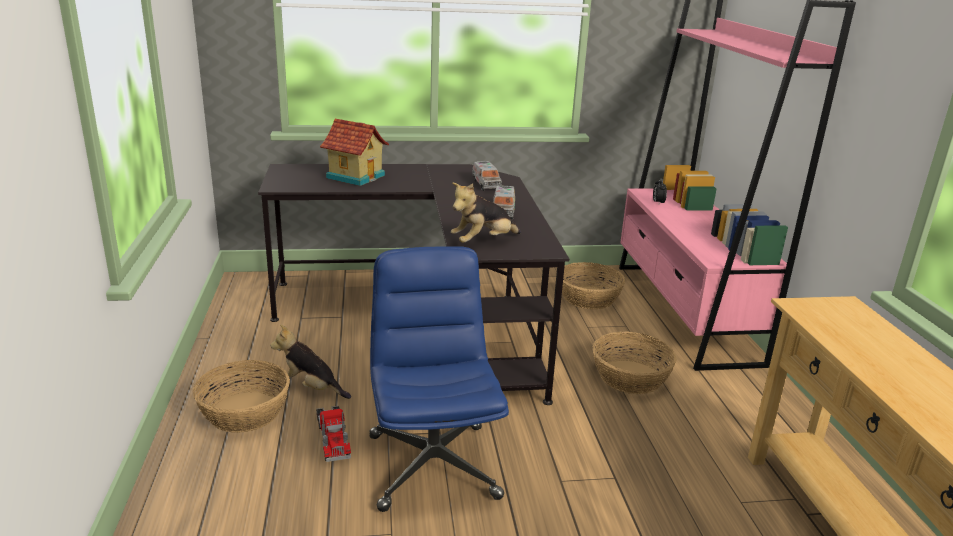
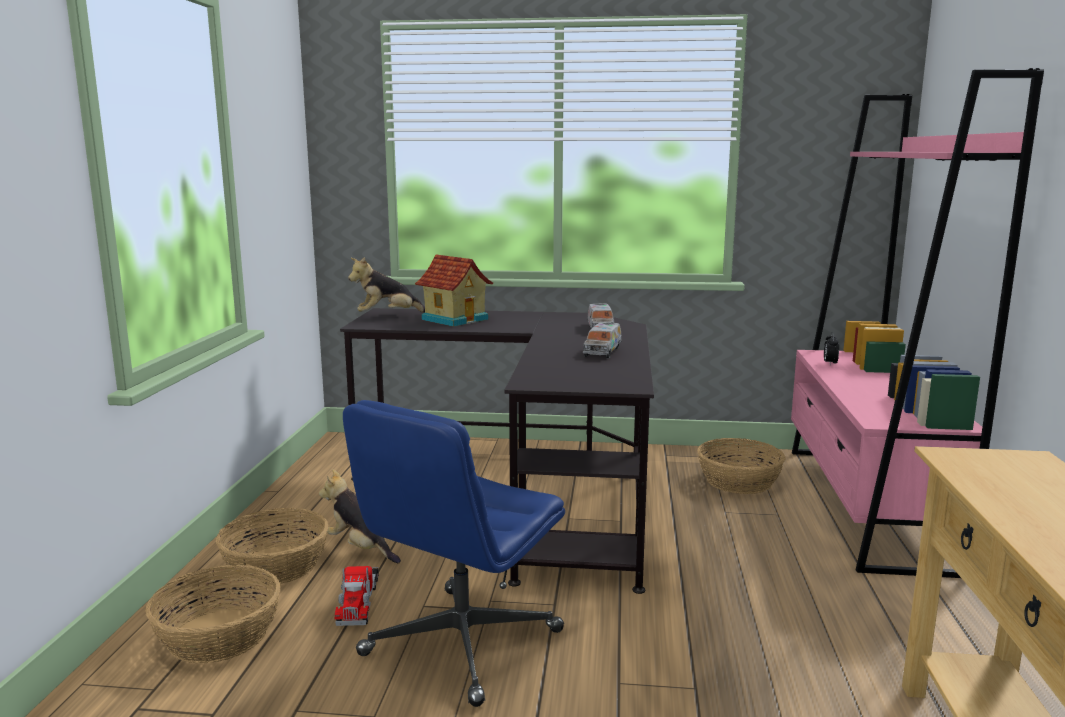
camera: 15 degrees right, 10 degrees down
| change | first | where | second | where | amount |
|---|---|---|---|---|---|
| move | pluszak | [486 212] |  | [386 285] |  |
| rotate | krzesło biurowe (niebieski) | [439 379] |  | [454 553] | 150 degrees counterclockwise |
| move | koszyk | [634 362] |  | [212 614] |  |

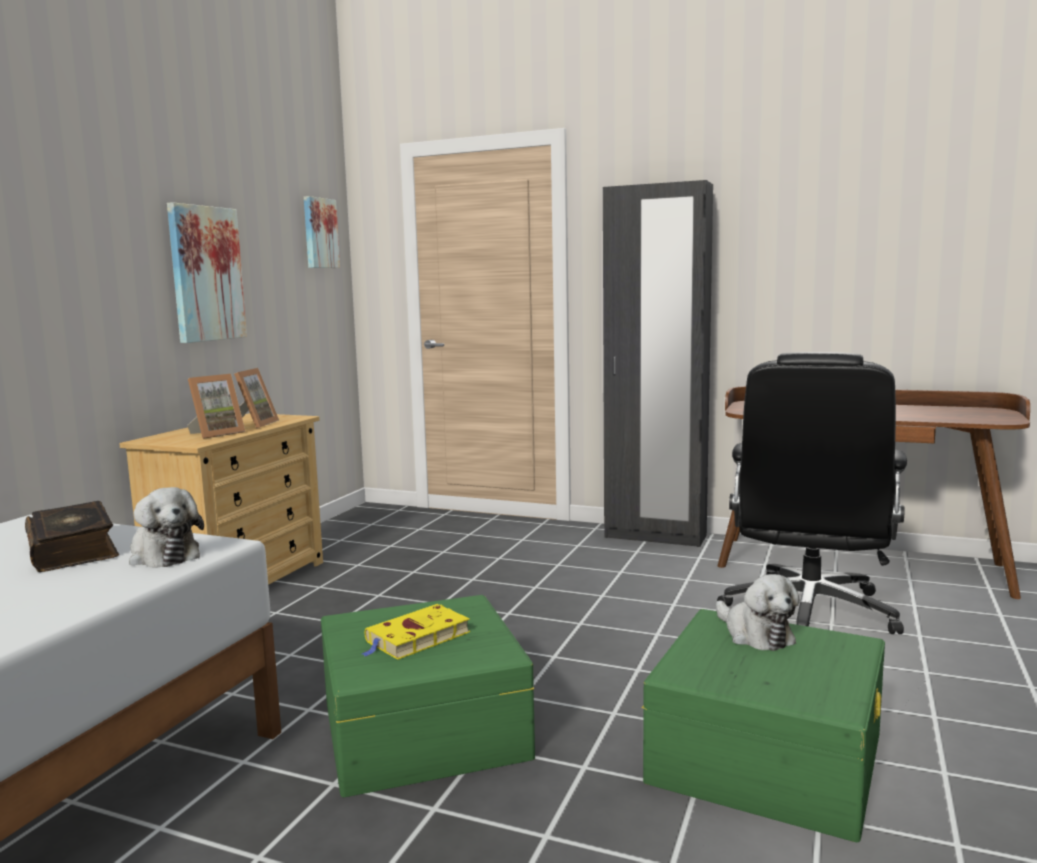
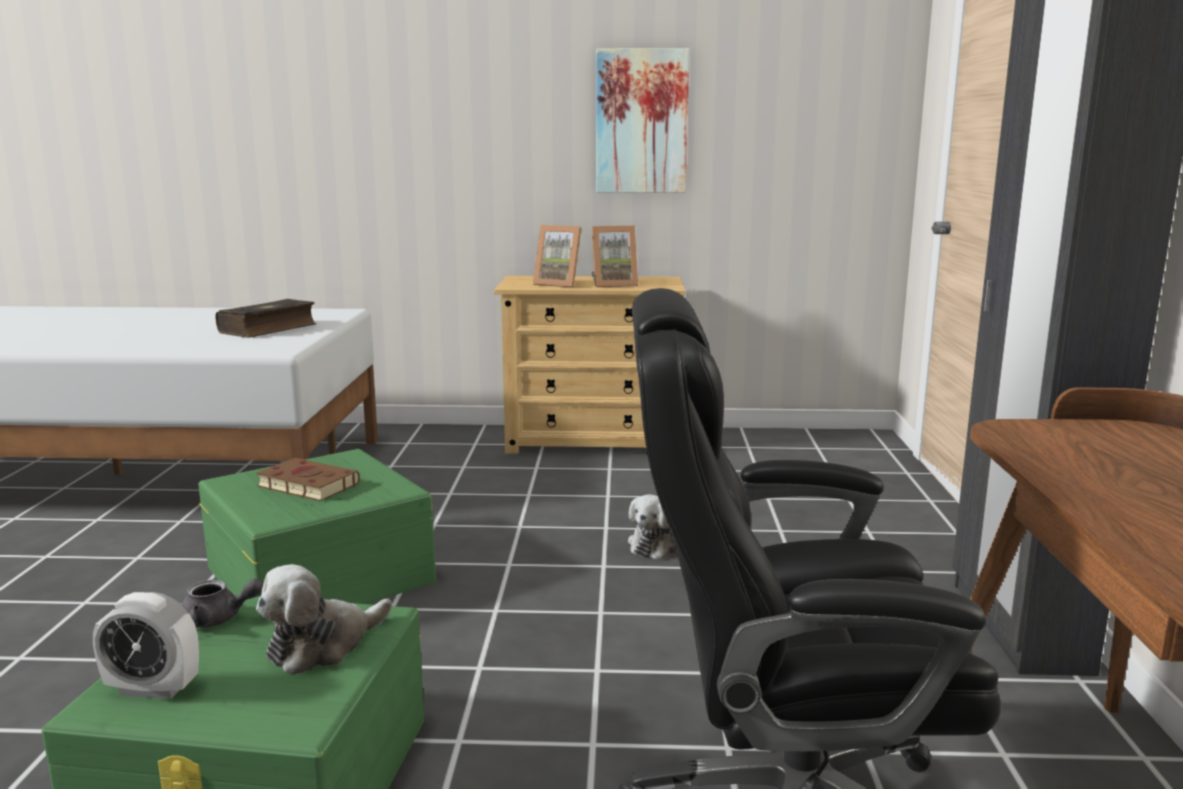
camera: 70 degrees right, 5 degrees up
| change | first | where | second | where | amount |
|---|---|---|---|---|---|
| delete | obraz | [322 232] |  |  |  |
| move | pluszak | [166 527] |  | [652 527] |  |
| recolor | książka (żółty) | [416 632] | książka (brązowy) | [308 479] |  |
| insert |  |  | imbryk (szary) | [222 603] |  |
| insert |  |  | budzik | [146 645] |  |

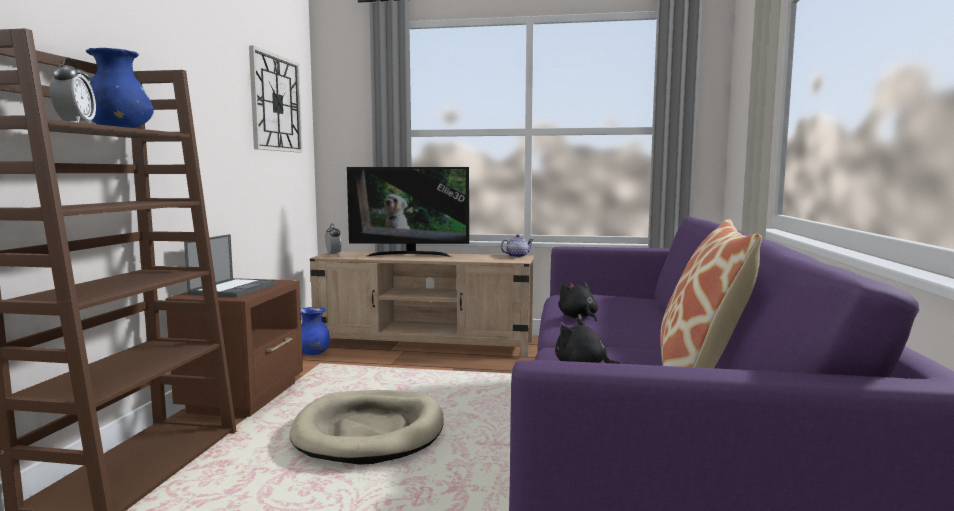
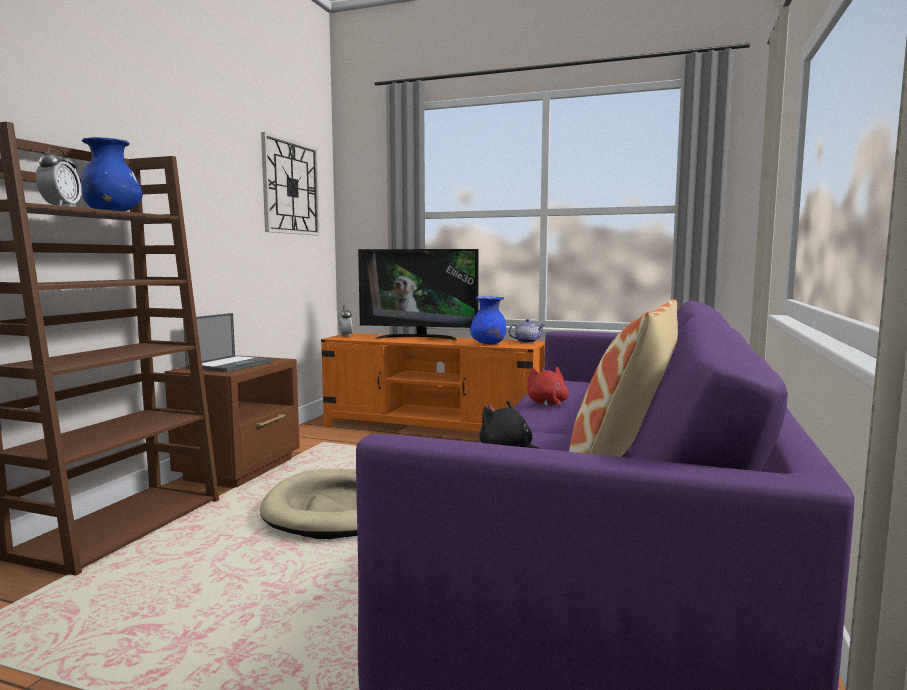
camera: 10 degrees right, 0 degrees up
| change | first | where | second | where | amount |
|---|---|---|---|---|---|
| recolor | szafka pod telewizor (beżowy) | [422 304] | szafka pod telewizor (pomarańczowy) | [433 382] |  |
| recolor | pluszak (czarny) | [578 301] | pluszak (czerwony) | [548 387] |  |
| move | wazon (niebieski) | [315 331] |  | [488 320] |  |

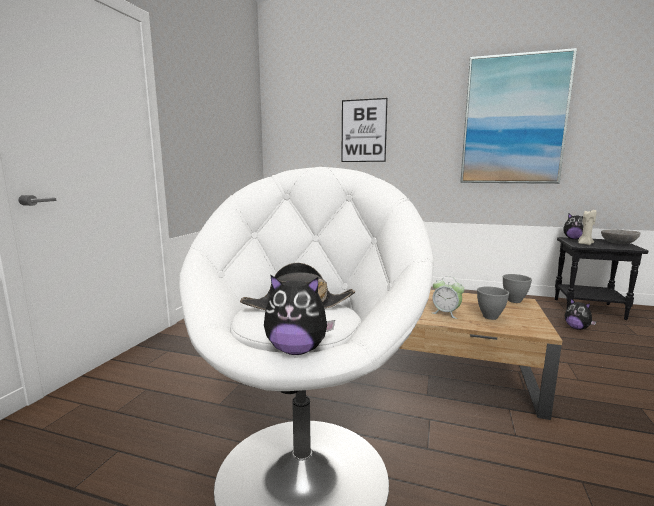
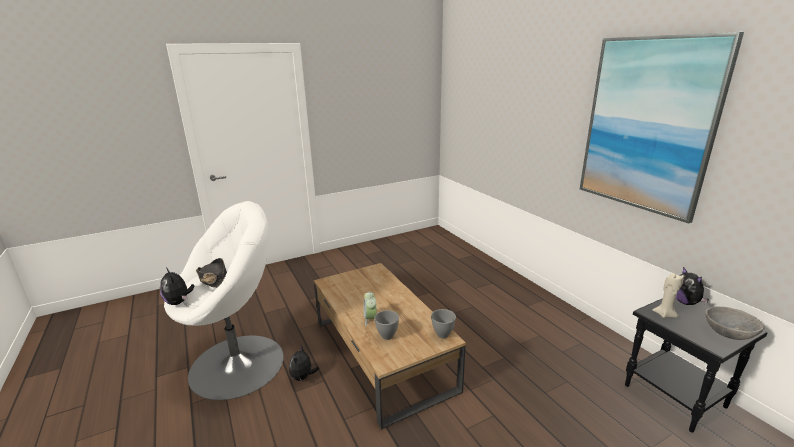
camera: 45 degrees right, 10 degrees up
| change | first | where | second | where | amount |
|---|---|---|---|---|---|
| delete | obraz | [364 130] |  |  |  |
| move | pluszak | [581 314] |  | [304 363] |  |

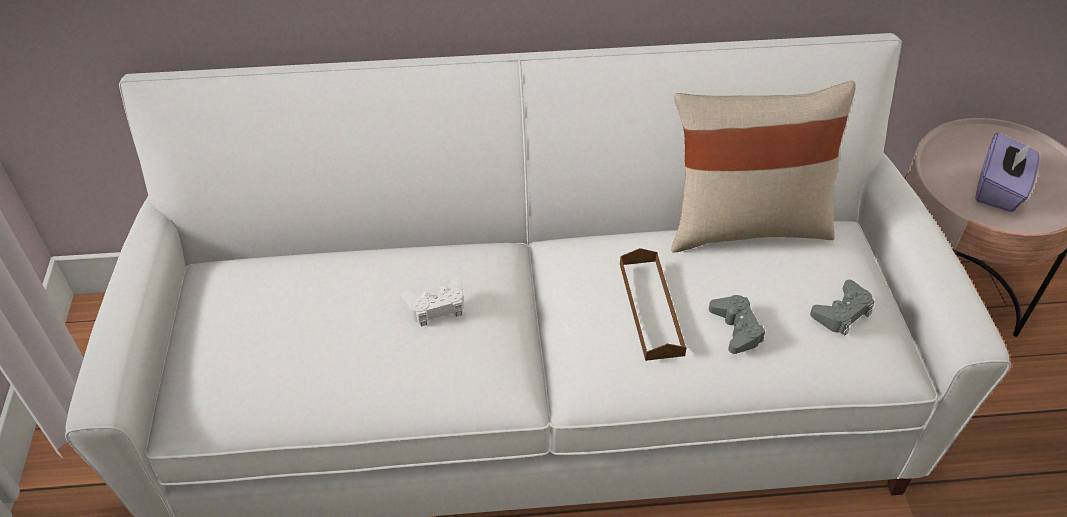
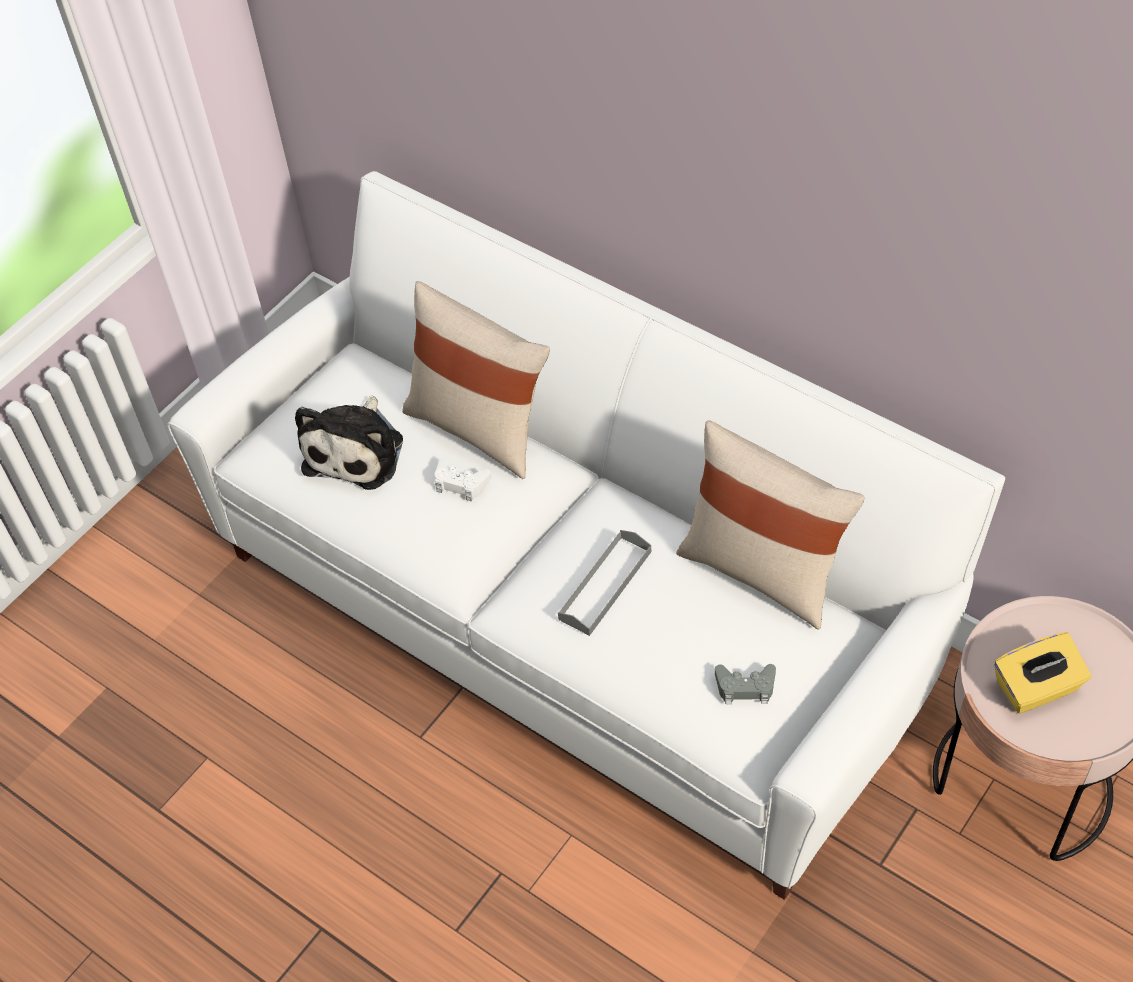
camera: 45 degrees right, 5 degrees up
| change | first | where | second | where | amount |
|---|---|---|---|---|---|
| recolor | pudełko chusteczek (fioletowy) | [1007 172] | pudełko chusteczek (żółty) | [1042 672] |  |
| recolor | taca (brązowy) | [653 304] | taca (szary) | [604 583] |  |
| delete | pad do gier (szary) | [737 324] |  |  |  |
| insert |  |  | poduszka (beżowy) | [476 380] |  |
| insert |  |  | pluszak | [349 443] |  |

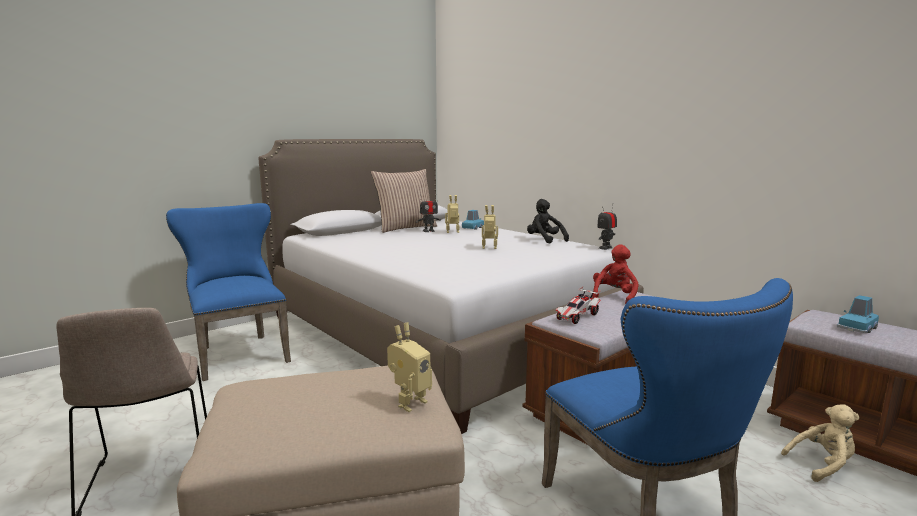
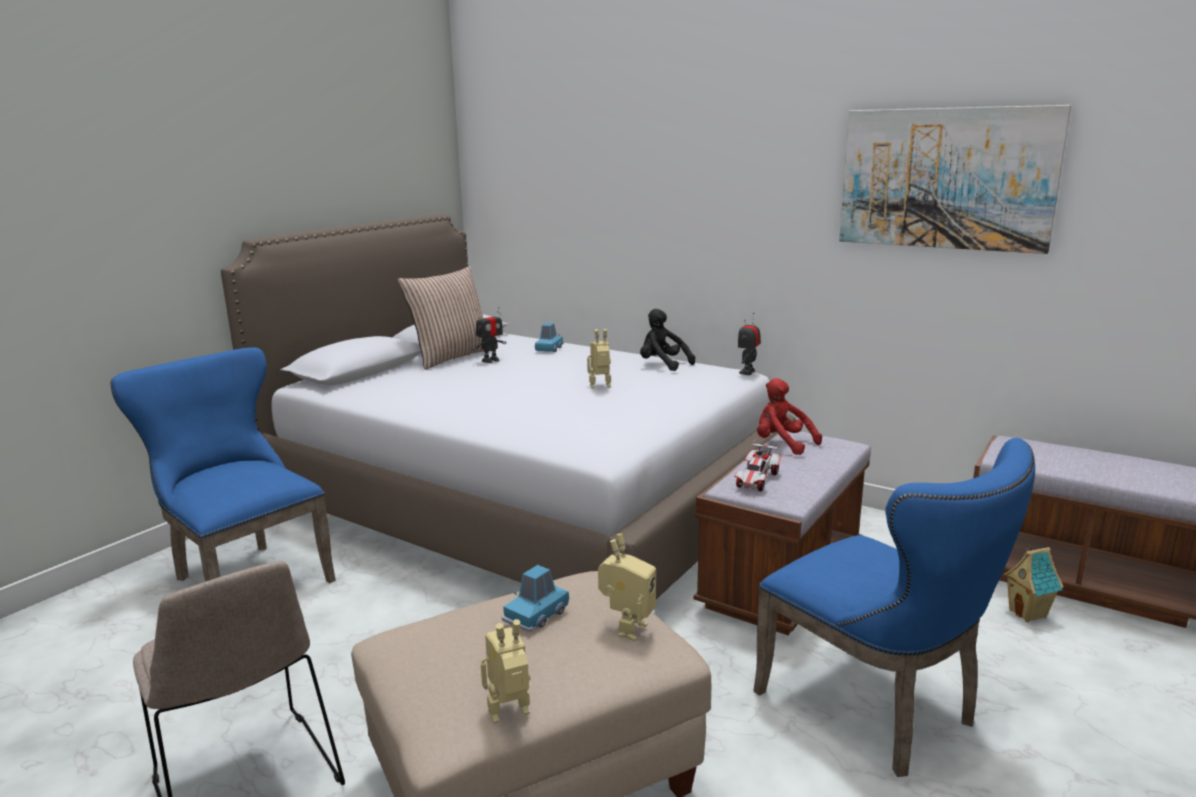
camera: 15 degrees left, 5 degrees up
| change | first | where | second | where | amount |
|---|---|---|---|---|---|
| move | robot zabawkowy | [452 214] |  | [505 671] |  |
| rotate | pluszak (czerwony) | [615 274] |  | [789 416] | 60 degrees counterclockwise |
| move | samochodzik (niebieski) | [858 314] |  | [535 598] |  |
| replace | pluszak (beżowy) | [820 443] | domek | [1033 584] |  |
| insert |  |  | obraz | [955 179] |  |

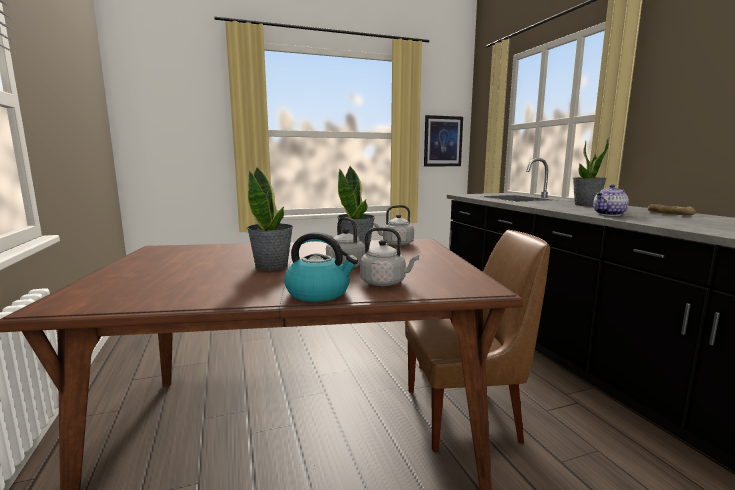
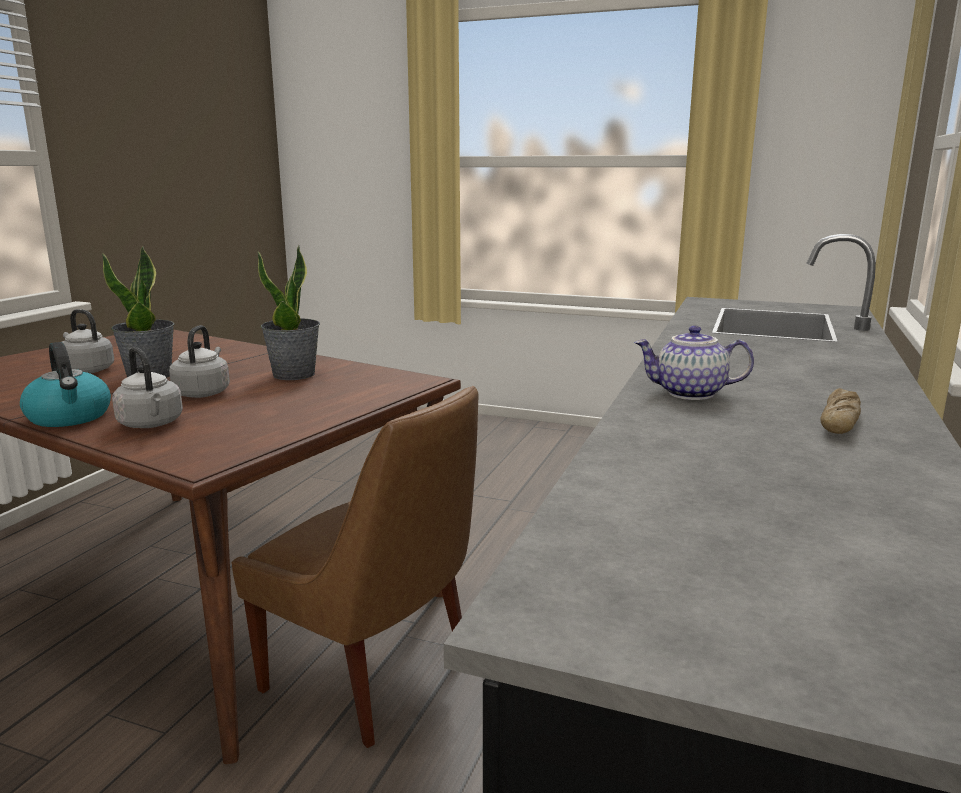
camera: 40 degrees right, 5 degrees up
| change | first | where | second | where | amount |
|---|---|---|---|---|---|
| delete | obraz | [443 140] |  |  |  |
| delete | roślina doniczkowa | [591 171] |  |  |  |
| move | czajnik (szary) | [394 225] |  | [88 341] |  |

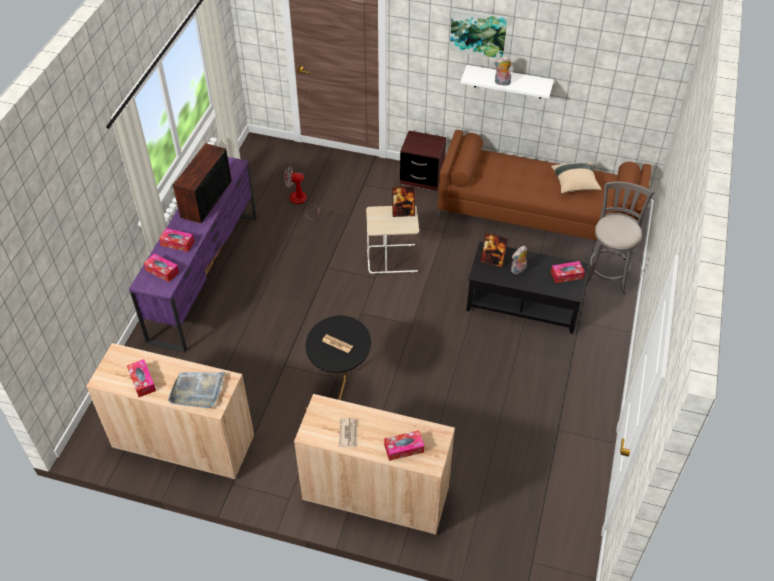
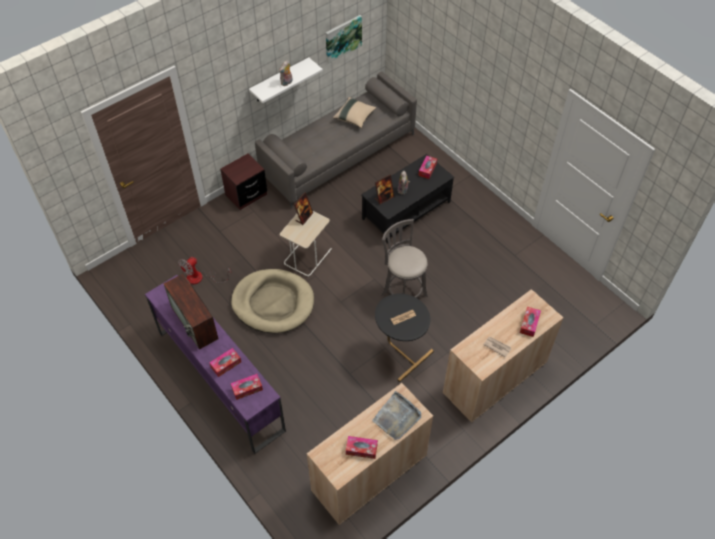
camera: 55 degrees left, 5 degrees up
| change | first | where | second | where | amount |
|---|---|---|---|---|---|
| move | obraz | [479 33] |  | [344 39] |  |
| recolor | kanapa (brązowy) | [545 191] | kanapa (szary) | [336 140] |  |
| move | stołek (szary) | [618 238] |  | [405 258] |  |
| insert |  |  | legowisko (beżowy) | [272 301] |  |

